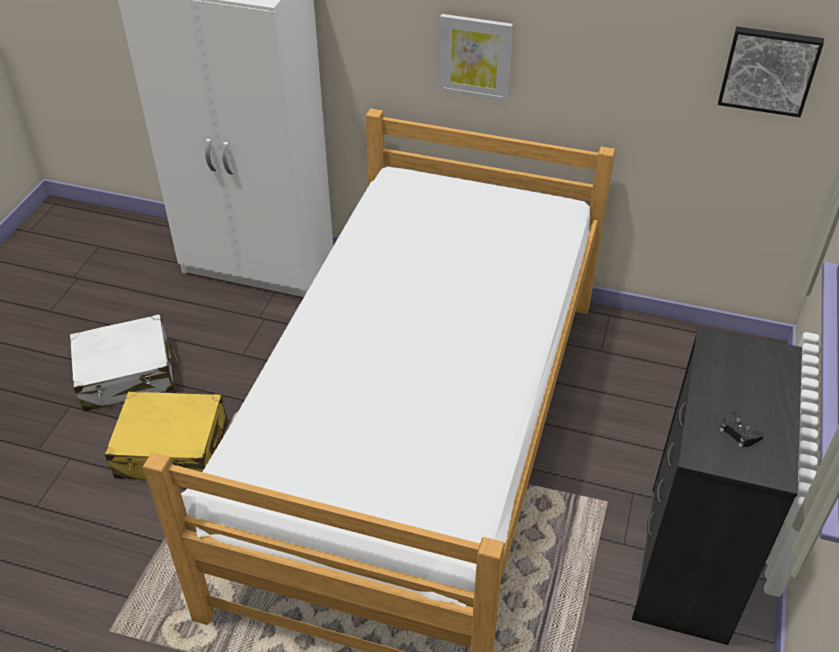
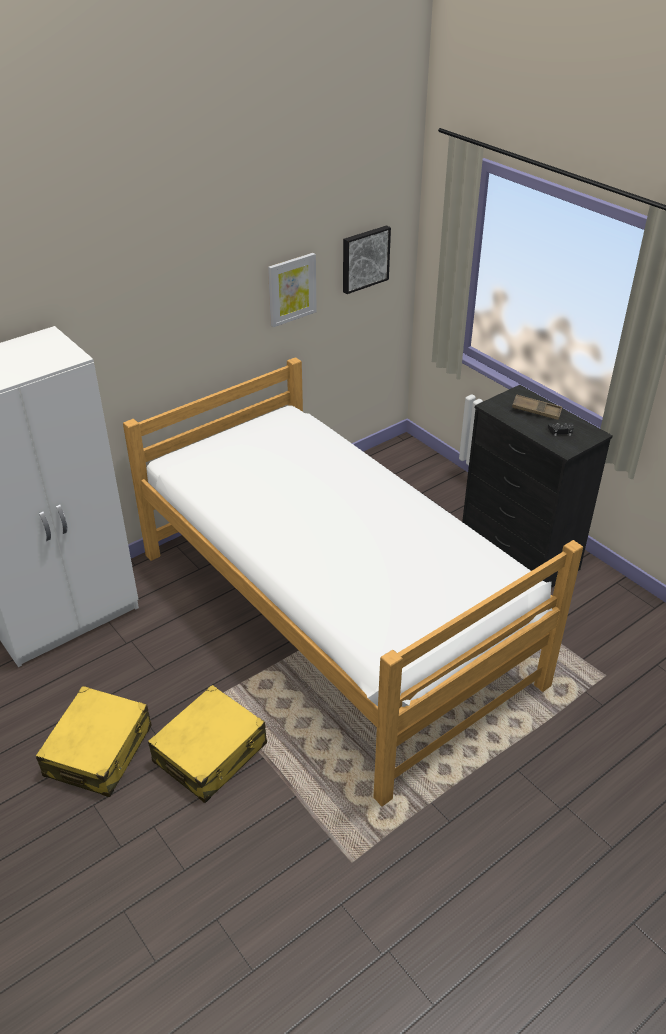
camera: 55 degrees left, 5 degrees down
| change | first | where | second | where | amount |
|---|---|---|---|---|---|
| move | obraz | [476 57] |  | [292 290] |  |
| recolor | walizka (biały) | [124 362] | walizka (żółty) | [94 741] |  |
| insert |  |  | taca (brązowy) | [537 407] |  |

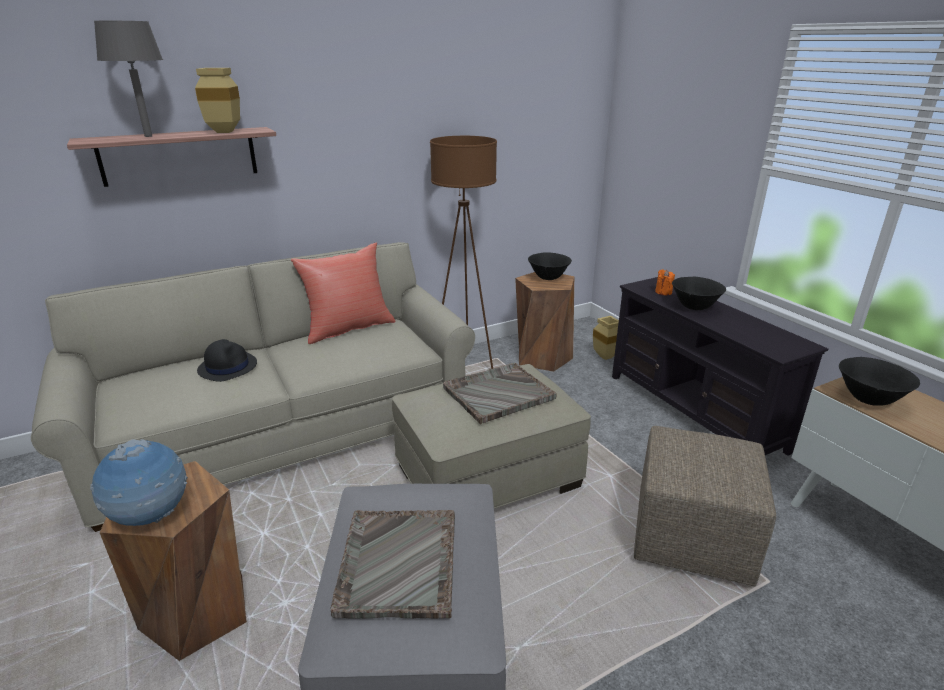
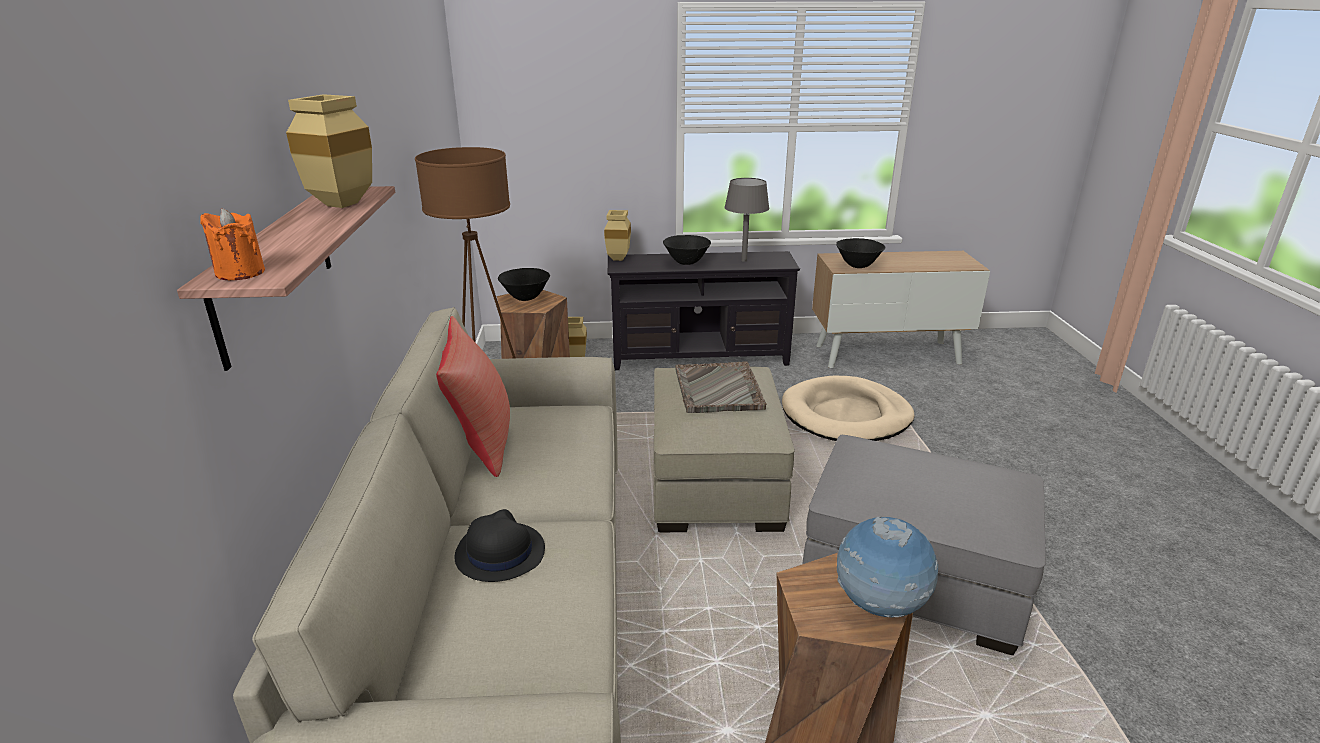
camera: 65 degrees left, 0 degrees up
| change | first | where | second | where | amount |
|---|---|---|---|---|---|
| move | lampa stołowa (szary) | [128 79] |  | [746 220] |  |
| move | świeca (pomarańczowy) | [665 282] |  | [232 244] |  |
| replace | pufa (beżowy) | [705 506] | legowisko (beżowy) | [848 408] |  |
| delete | taca (szary) | [392 564] |  |  |  |
| insert |  |  | wazon (beżowy) | [617 235] |  |

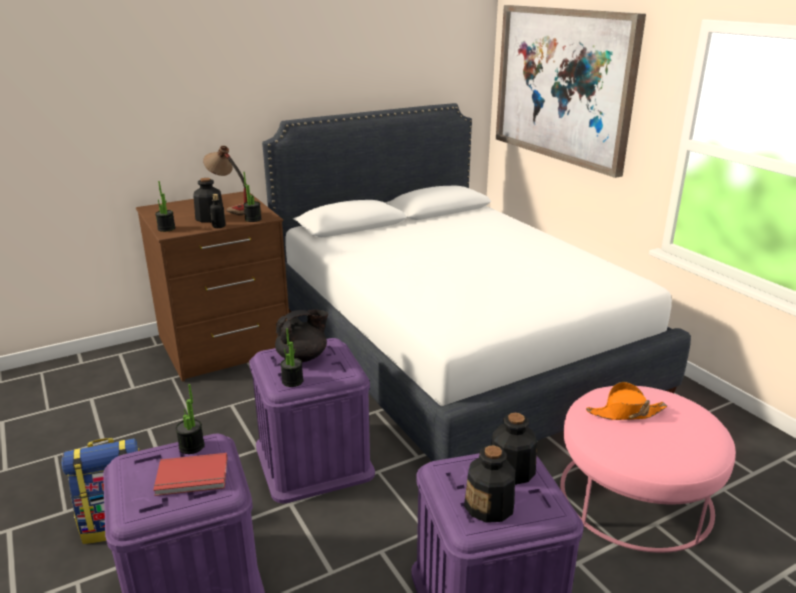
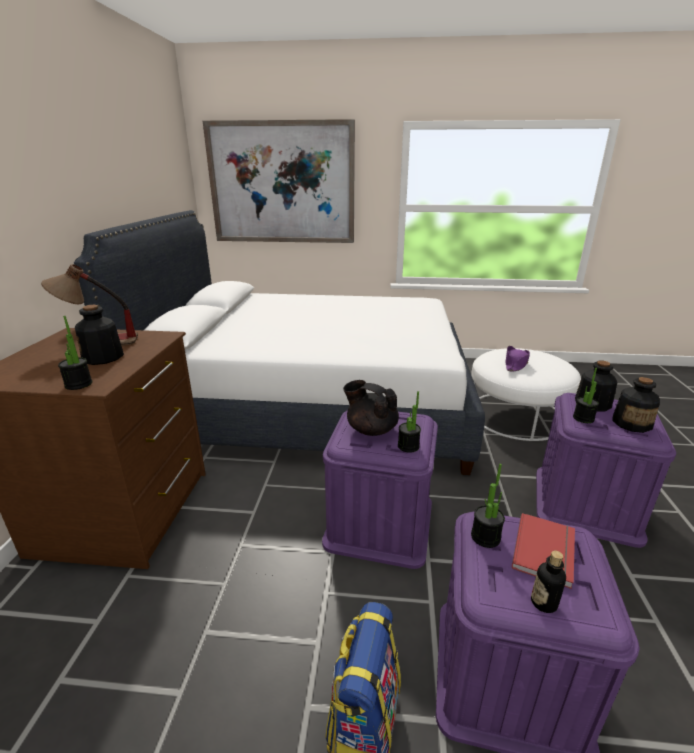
camera: 55 degrees left, 0 degrees up
| change | first | where | second | where | amount |
|---|---|---|---|---|---|
| move | roślina doniczkowa | [252 197] |  | [586 395] |  |
| move | butelka | [218 211] |  | [548 581] |  |
| rotate | imbryk (czarny) | [301 335] |  | [371 408] | 60 degrees counterclockwise |
| recolor | kapelusz (pomarańczowy) | [626 401] | kapelusz (fioletowy) | [518 358] |  |
| recolor | pufa (różowy) | [648 469] | pufa (biały) | [526 394] |  |

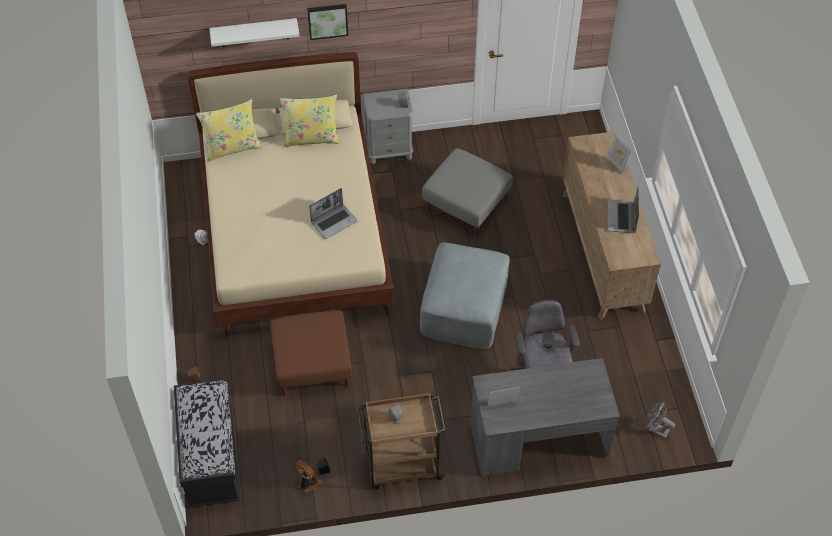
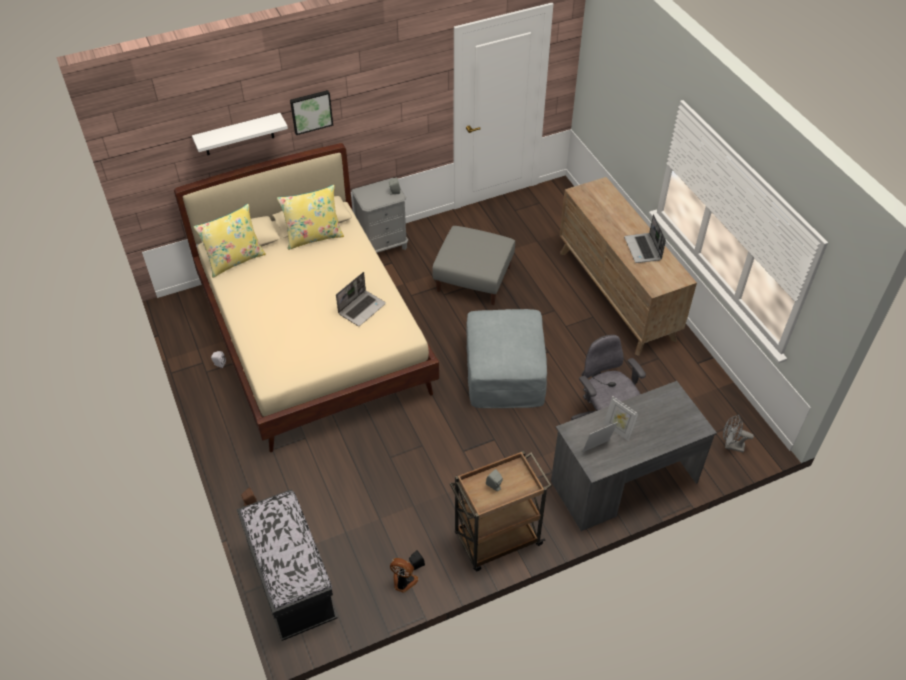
camera: 15 degrees left, 5 degrees down
| change | first | where | second | where | amount |
|---|---|---|---|---|---|
| move | ramka na zdjęcie | [619 153] |  | [621 418] |  |
| delete | pufa (brązowy) | [311 353] |  |  |  |

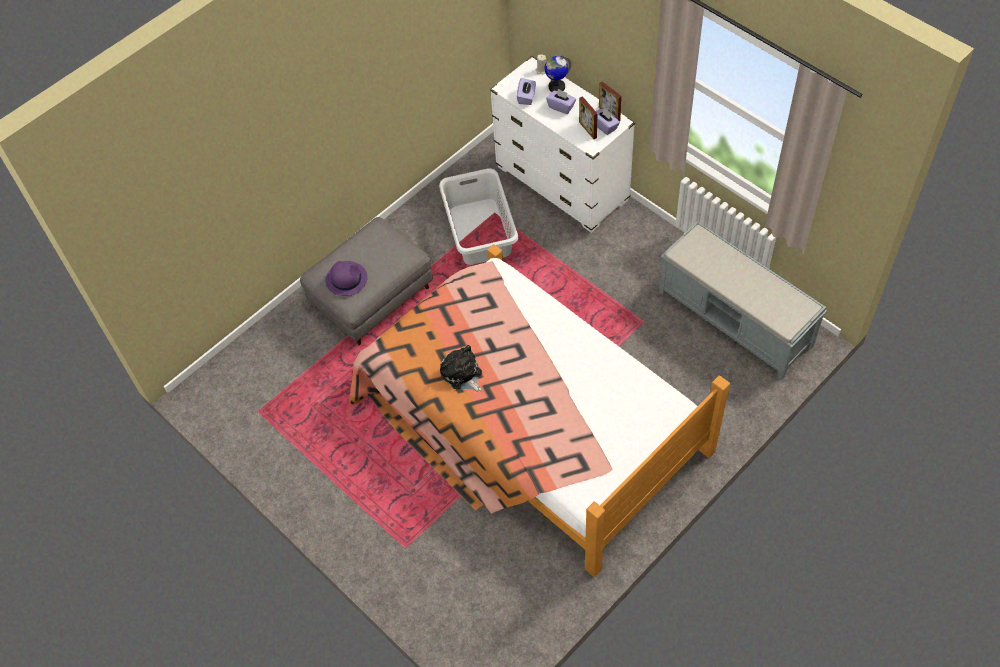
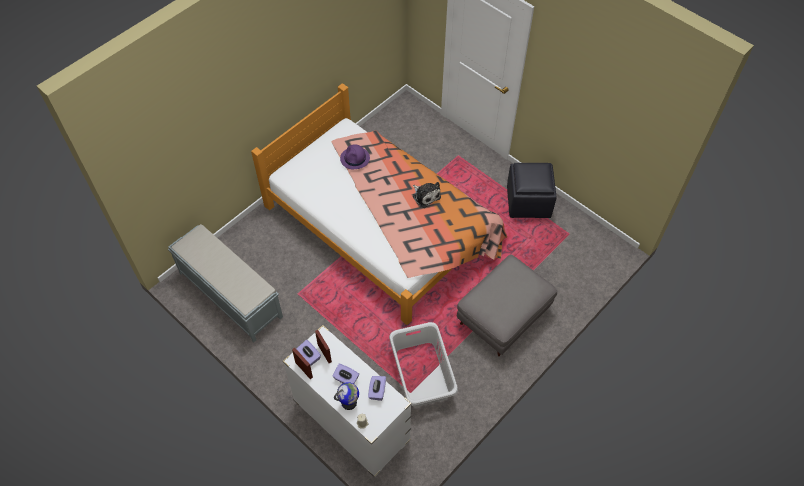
camera: 175 degrees right, 0 degrees up
| change | first | where | second | where | amount |
|---|---|---|---|---|---|
| move | kapelusz (fioletowy) | [346 278] |  | [355 156] |  |
| insert |  |  | pufa (czarny) | [532 190] |  |

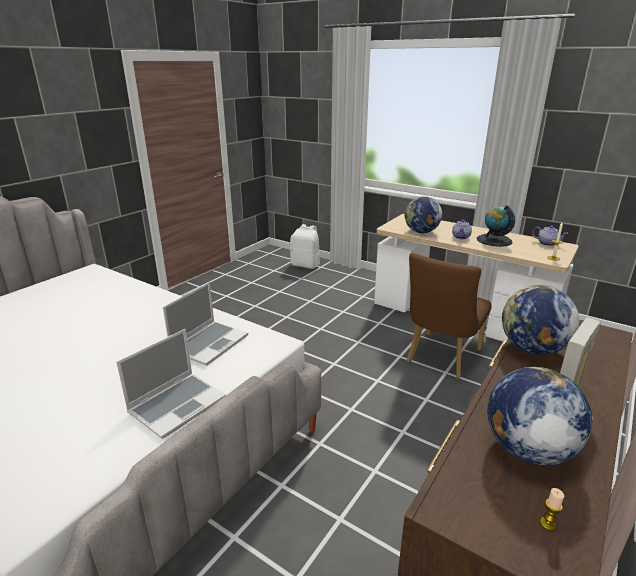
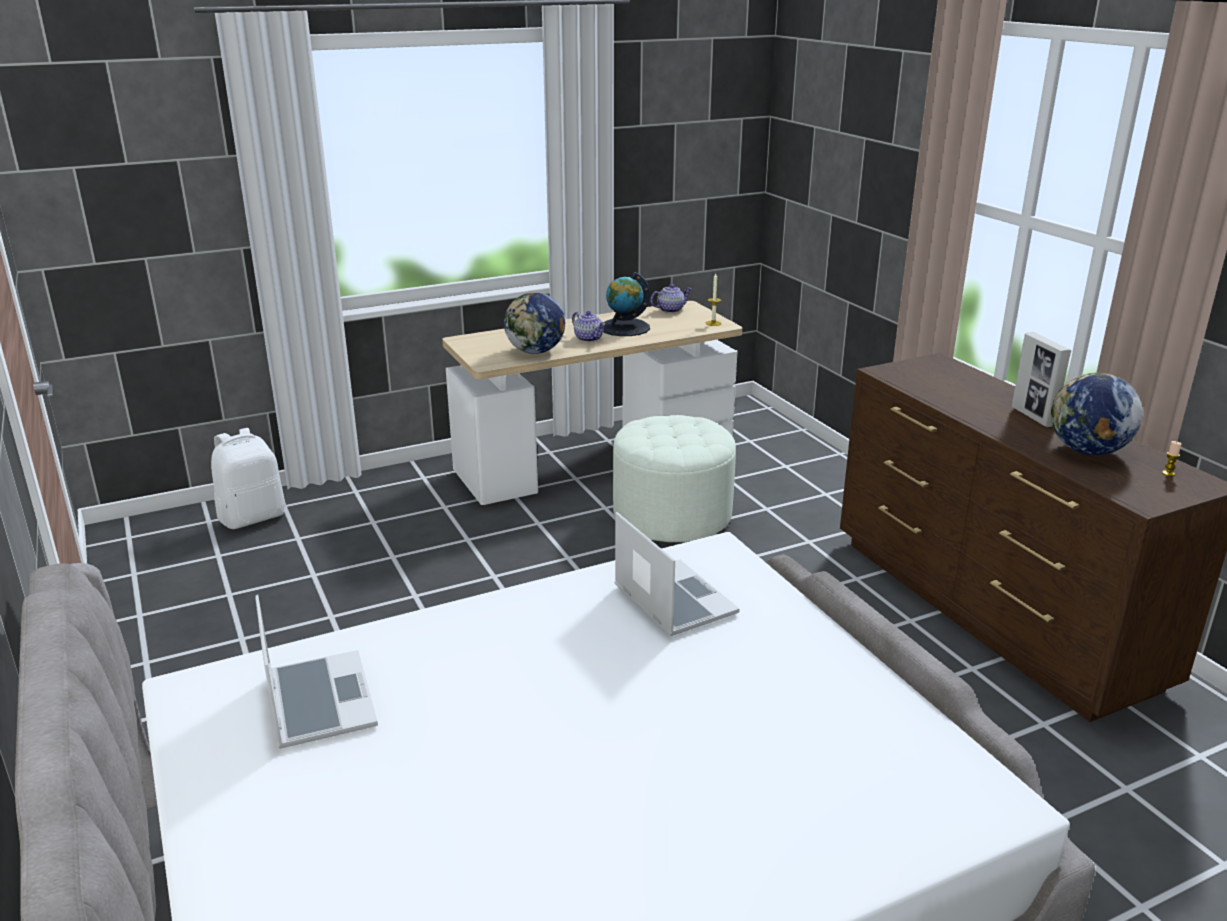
camera: 60 degrees left, 0 degrees up
| change | first | where | second | where | amount |
|---|---|---|---|---|---|
| replace | krzesło (brązowy) | [449 316] | pufa (biały) | [674 478] |  |
| delete | globus | [541 320] |  |  |  |
| move | laptop | [171 384] |  | [316 672] |  |

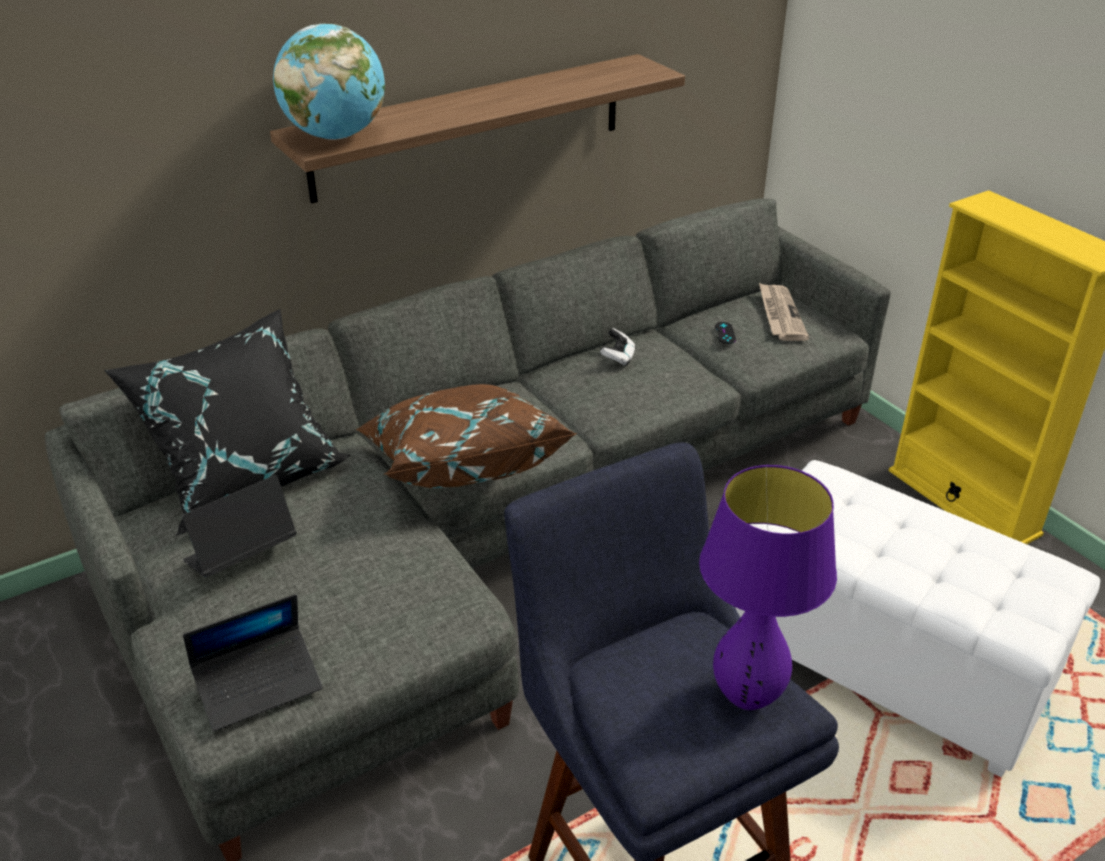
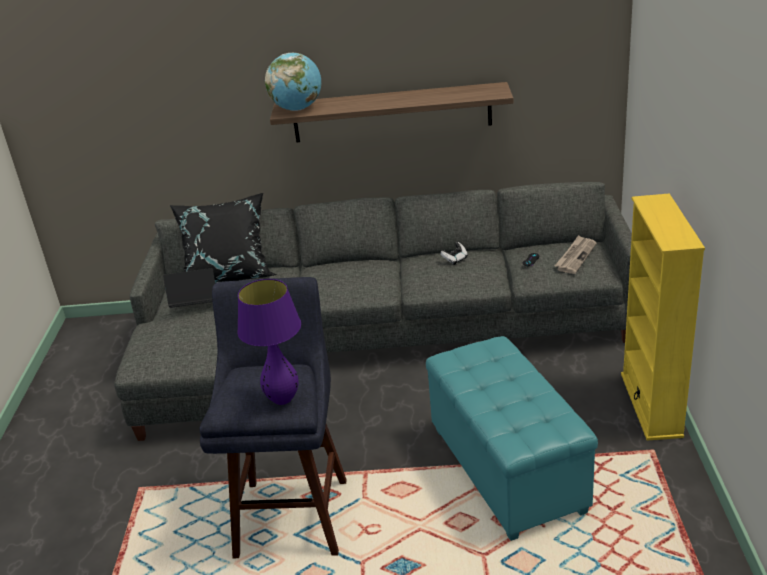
camera: 35 degrees right, 5 degrees down
| change | first | where | second | where | amount |
|---|---|---|---|---|---|
| delete | poduszka (brązowy) | [466 436] |  |  |  |
| recolor | pufa (biały) | [917 618] | pufa (turkusowy) | [512 438] |  |
| delete | laptop | [253 662] |  |  |  |

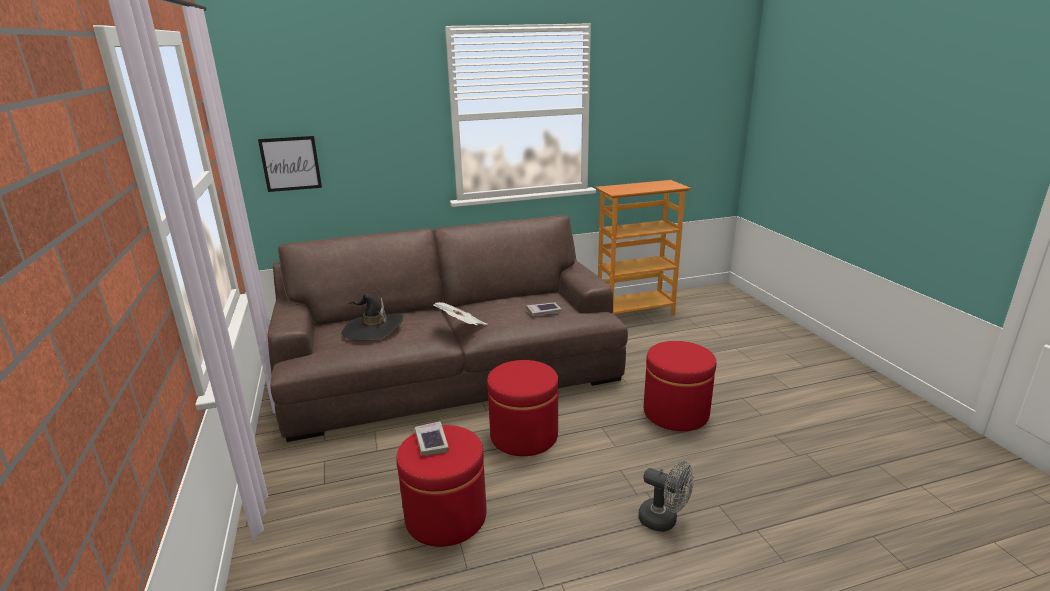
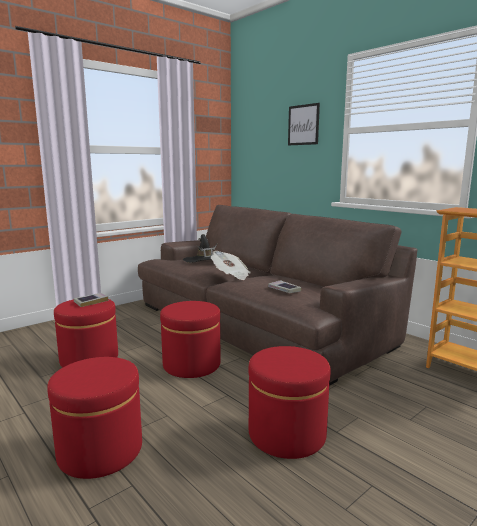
camera: 65 degrees right, 10 degrees down
| change | first | where | second | where | amount |
|---|---|---|---|---|---|
| move | obraz | [290 164] |  | [304 124] |  |
| replace | wentylator (szary) | [666 496] | pufa (czerwony) | [94 418] |  |

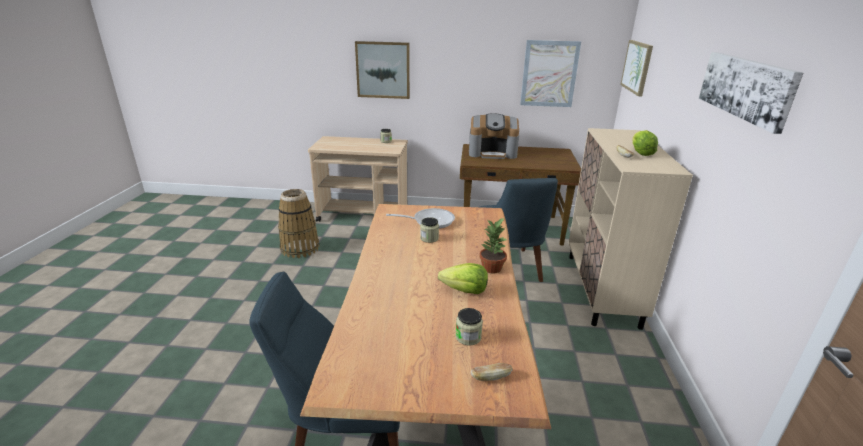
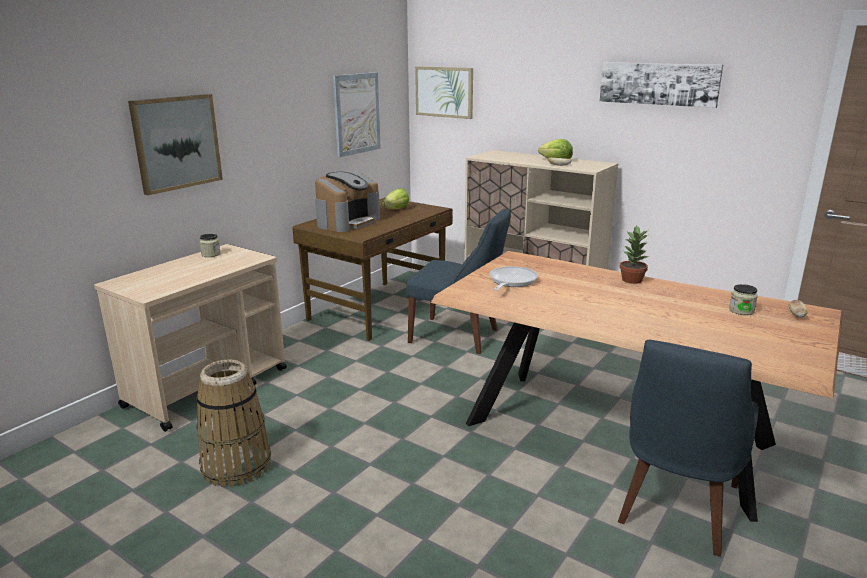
camera: 60 degrees left, 5 degrees down
| change | first | where | second | where | amount |
|---|---|---|---|---|---|
| delete | słoik | [429 230] |  |  |  |
| move | sałata | [463 278] |  | [395 198] |  |

